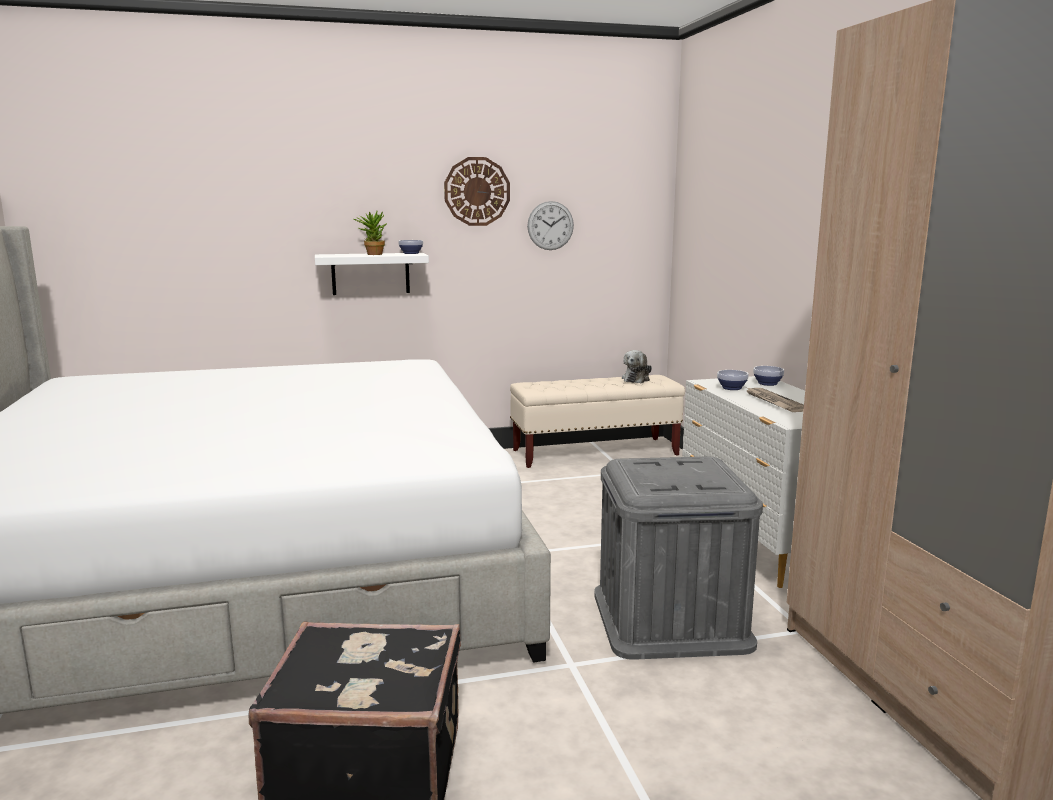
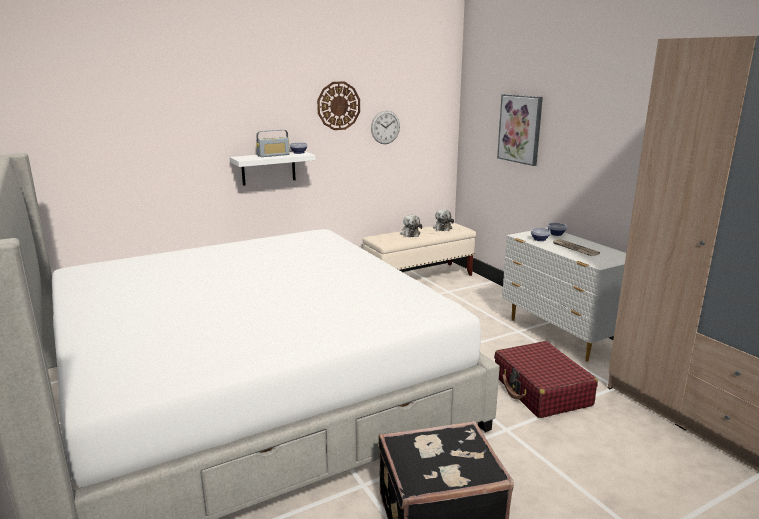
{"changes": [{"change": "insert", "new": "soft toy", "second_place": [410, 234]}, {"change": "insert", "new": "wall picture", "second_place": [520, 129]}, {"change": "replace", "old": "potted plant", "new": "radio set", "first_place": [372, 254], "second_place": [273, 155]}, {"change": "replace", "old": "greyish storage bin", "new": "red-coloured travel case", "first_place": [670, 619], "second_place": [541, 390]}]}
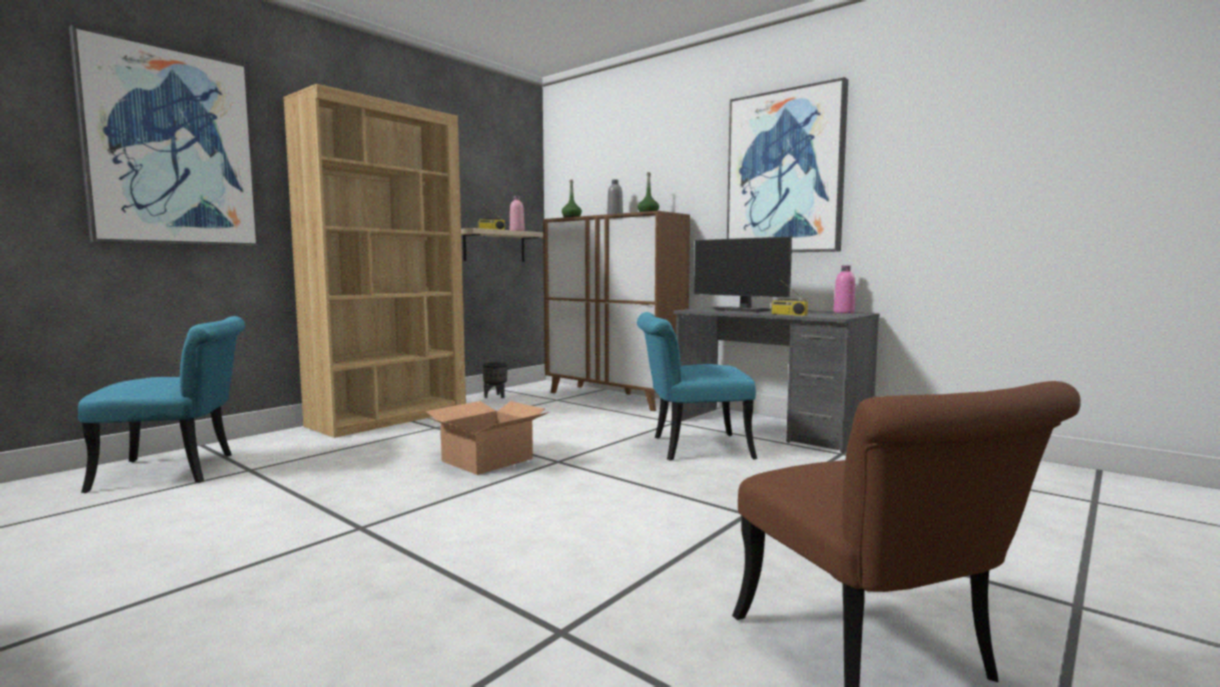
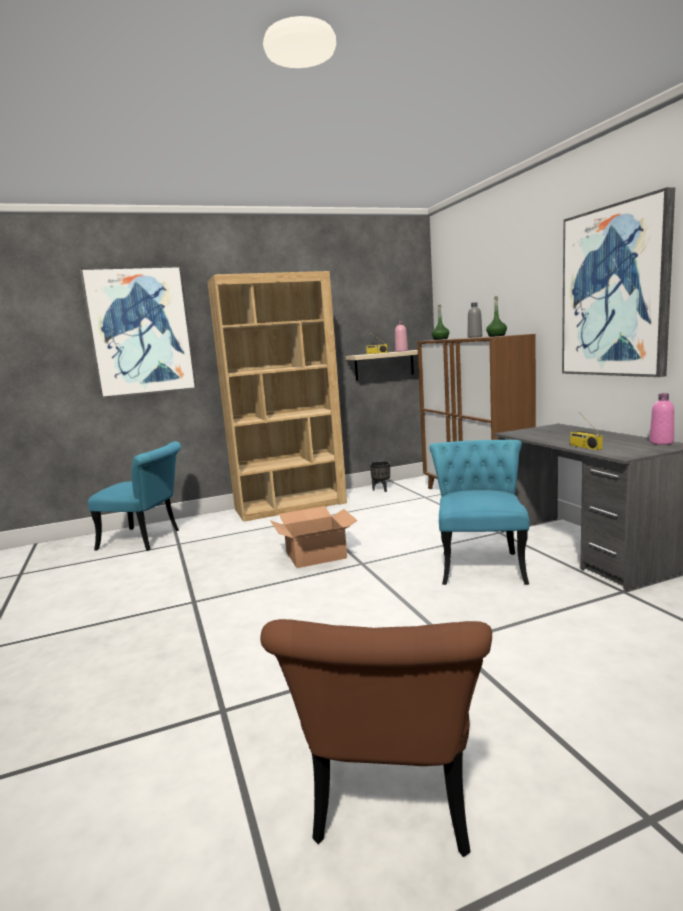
{"changes": [{"change": "delete", "old": "computer display", "first_place": [744, 310]}, {"change": "rotate", "old": "blue-green plain chair", "first_place": [689, 447], "second_place": [480, 563], "degrees": 75}]}
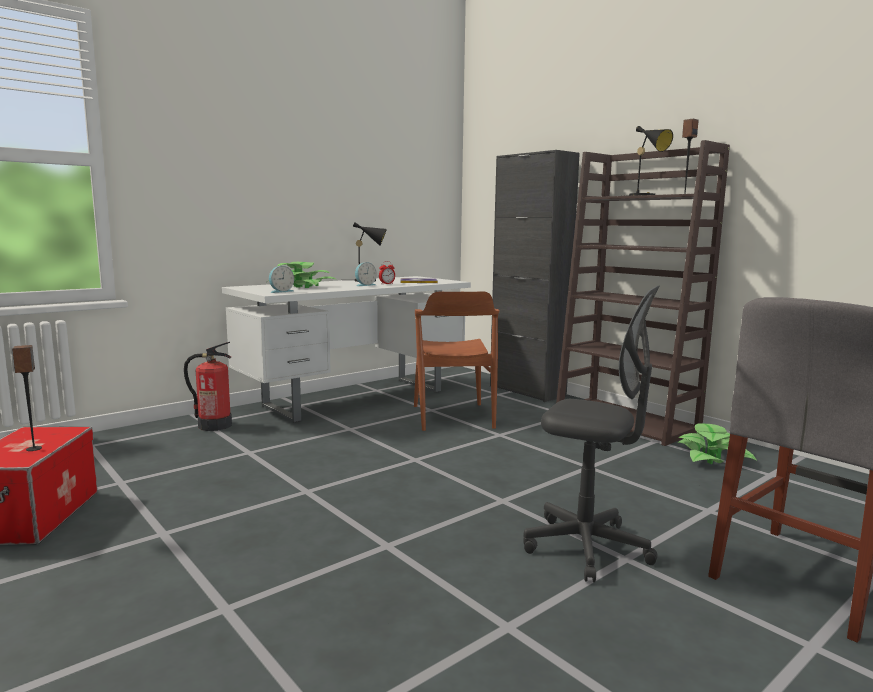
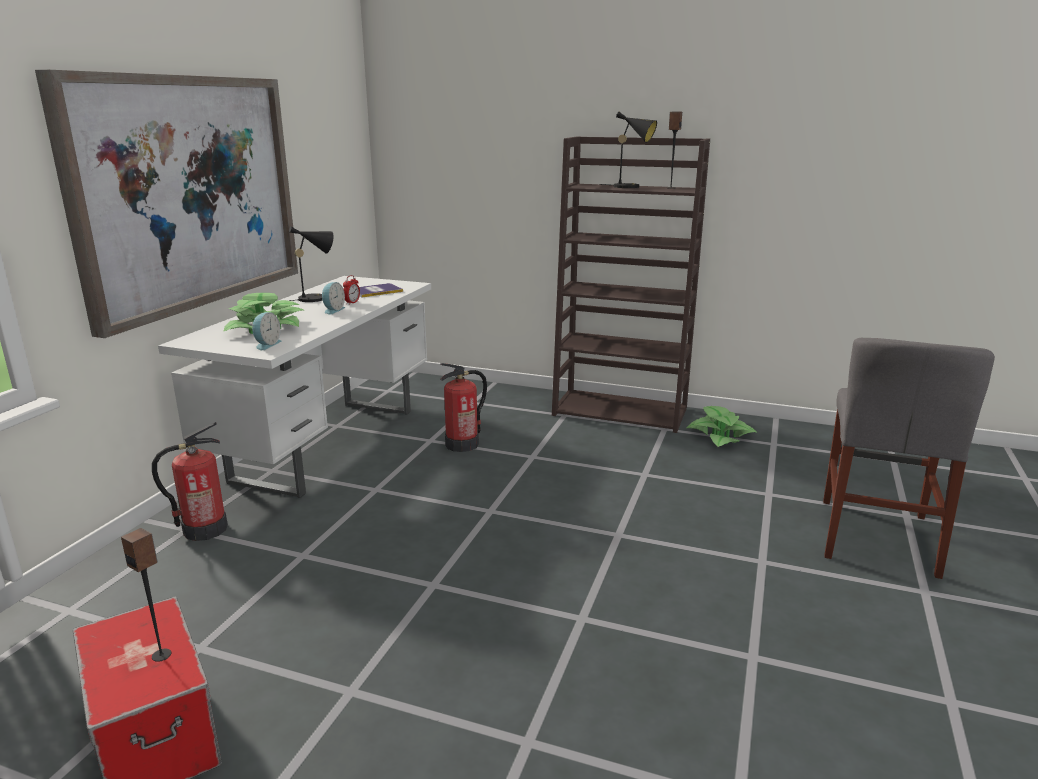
{"changes": [{"change": "delete", "old": "black-coloured cabinet", "first_place": [527, 391]}, {"change": "delete", "old": "greyish office chair", "first_place": [587, 547]}, {"change": "insert", "new": "wall picture", "second_place": [189, 193]}, {"change": "replace", "old": "brown-coloured plain chair", "new": "extinguisher", "first_place": [452, 416], "second_place": [462, 444]}]}
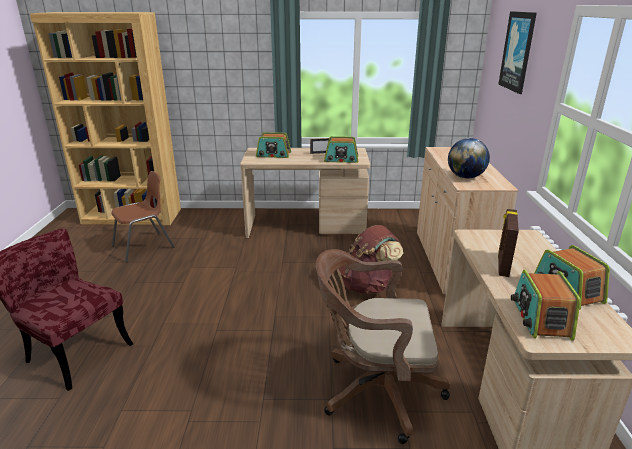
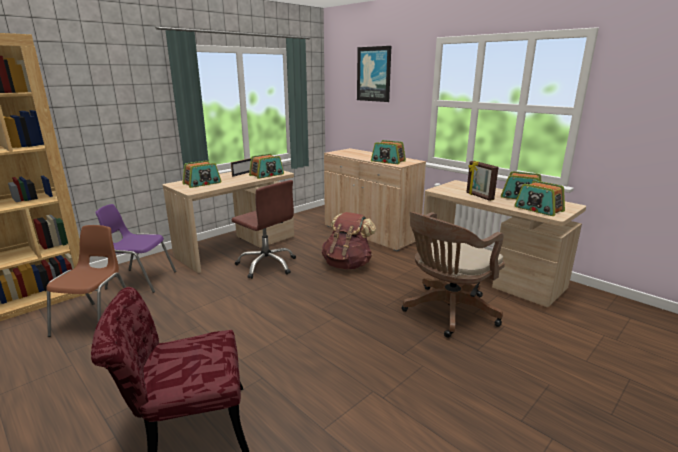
{"changes": [{"change": "insert", "new": "purple plain chair", "second_place": [140, 280]}, {"change": "insert", "new": "brown-coloured office chair", "second_place": [267, 265]}, {"change": "replace", "old": "desk globe", "new": "radio set", "first_place": [465, 177], "second_place": [388, 161]}]}
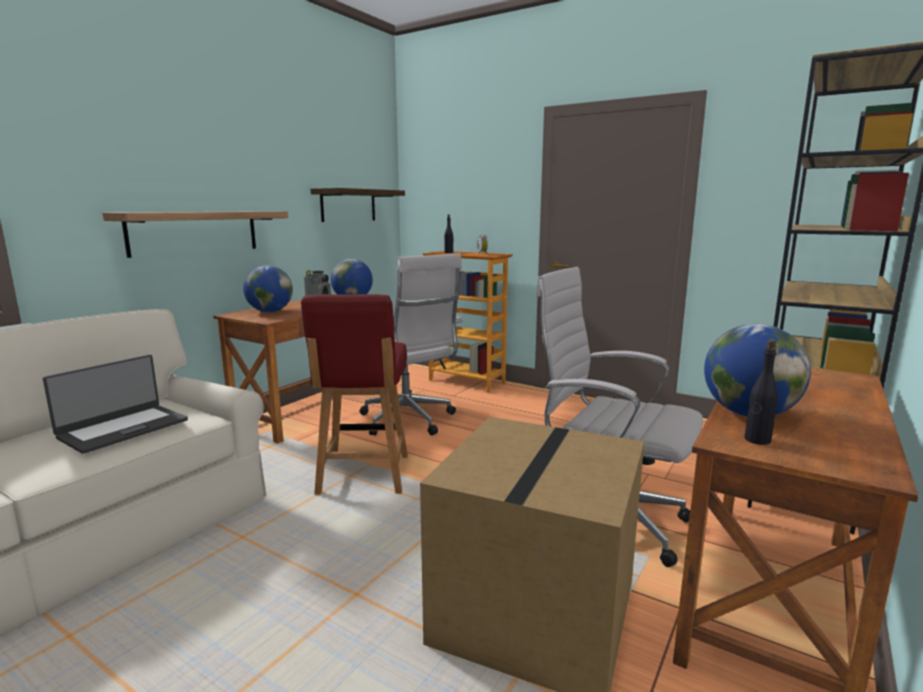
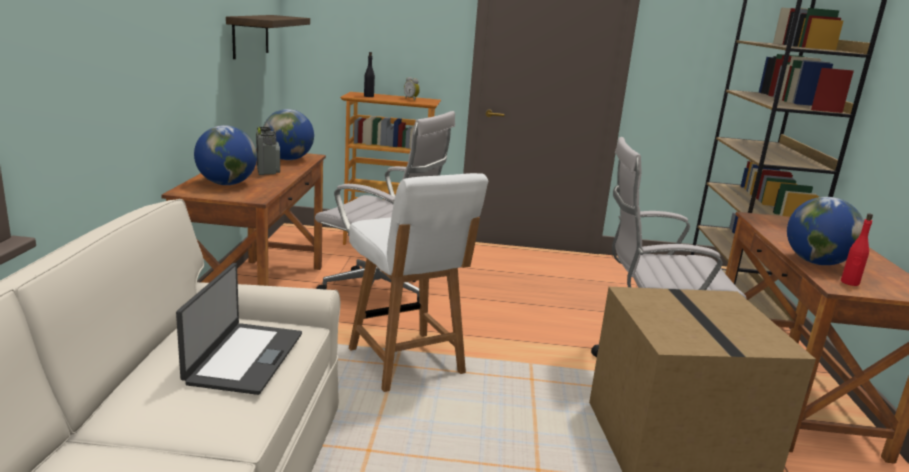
{"changes": [{"change": "delete", "old": "shelf", "first_place": [195, 232]}, {"change": "recolor", "old": "red-coloured plain chair", "new": "white-coloured plain chair", "first_place": [363, 475], "second_place": [407, 362]}, {"change": "recolor", "old": "black-coloured bottle", "new": "red-coloured bottle", "first_place": [757, 440], "second_place": [849, 282]}]}
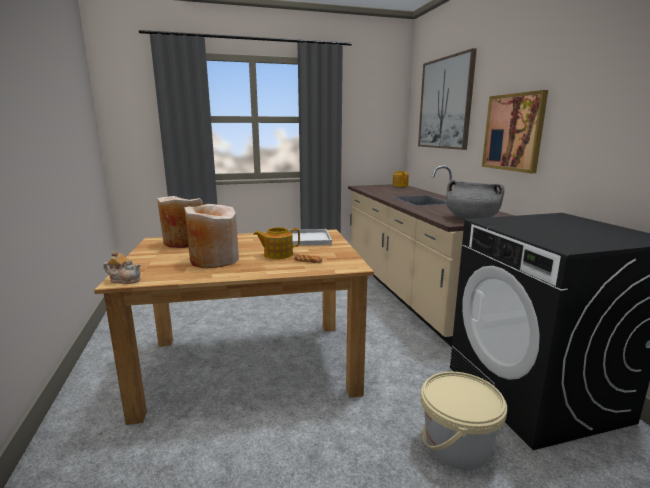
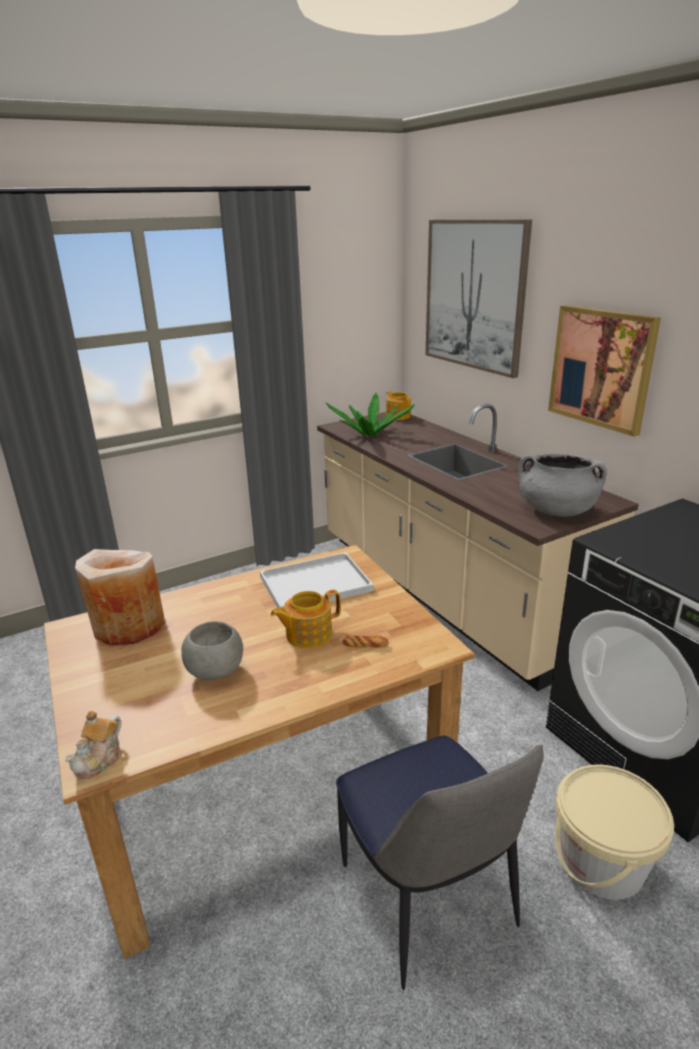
{"changes": [{"change": "insert", "new": "potted plant", "second_place": [370, 434]}, {"change": "insert", "new": "plain chair", "second_place": [428, 901]}, {"change": "replace", "old": "beige decorative vase", "new": "greyish serving bowl", "first_place": [214, 260], "second_place": [215, 670]}, {"change": "rotate", "old": "tea pot", "first_place": [125, 280], "second_place": [100, 759], "degrees": 120}]}
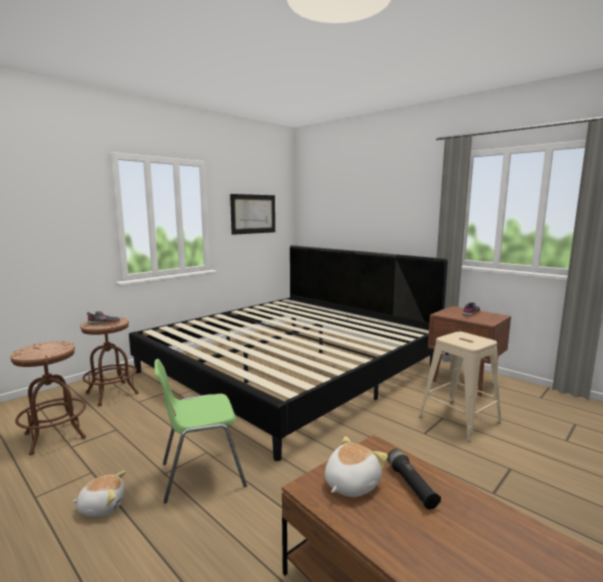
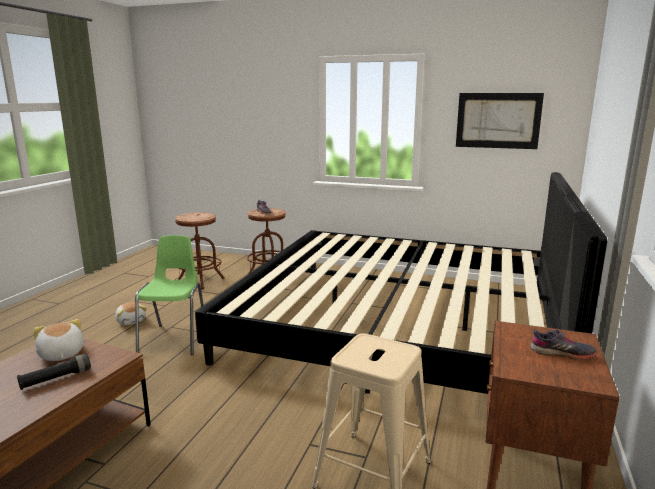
{"changes": [{"change": "rotate", "old": "green plain chair", "first_place": [201, 474], "second_place": [175, 339], "degrees": 45}, {"change": "rotate", "old": "soft toy", "first_place": [350, 484], "second_place": [61, 354], "degrees": -135}]}
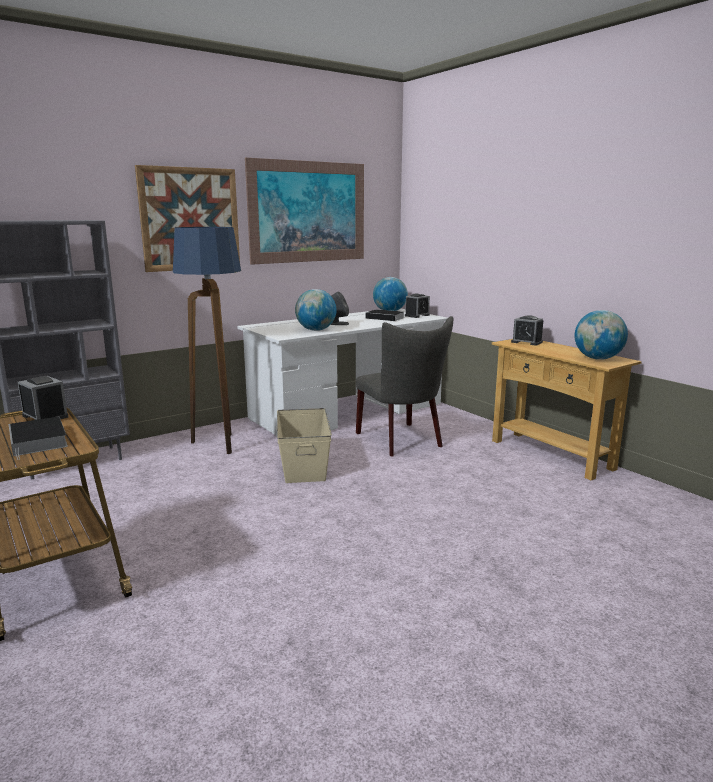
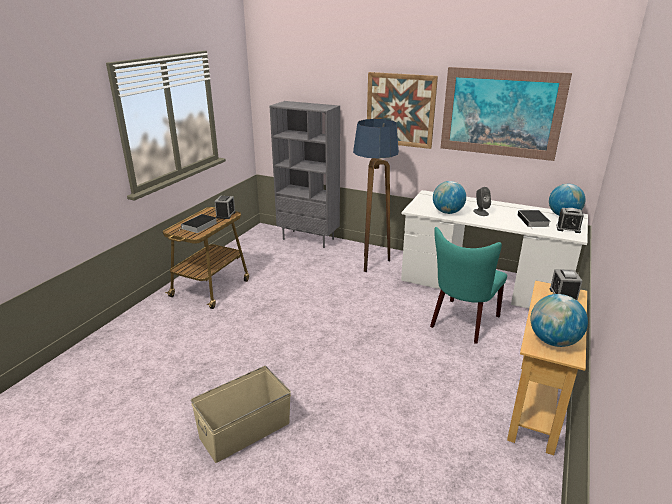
{"changes": [{"change": "move", "old": "beige storage bin", "first_place": [303, 464], "second_place": [244, 430]}, {"change": "recolor", "old": "greyish plain chair", "new": "blue-green plain chair", "first_place": [402, 441], "second_place": [462, 323]}]}
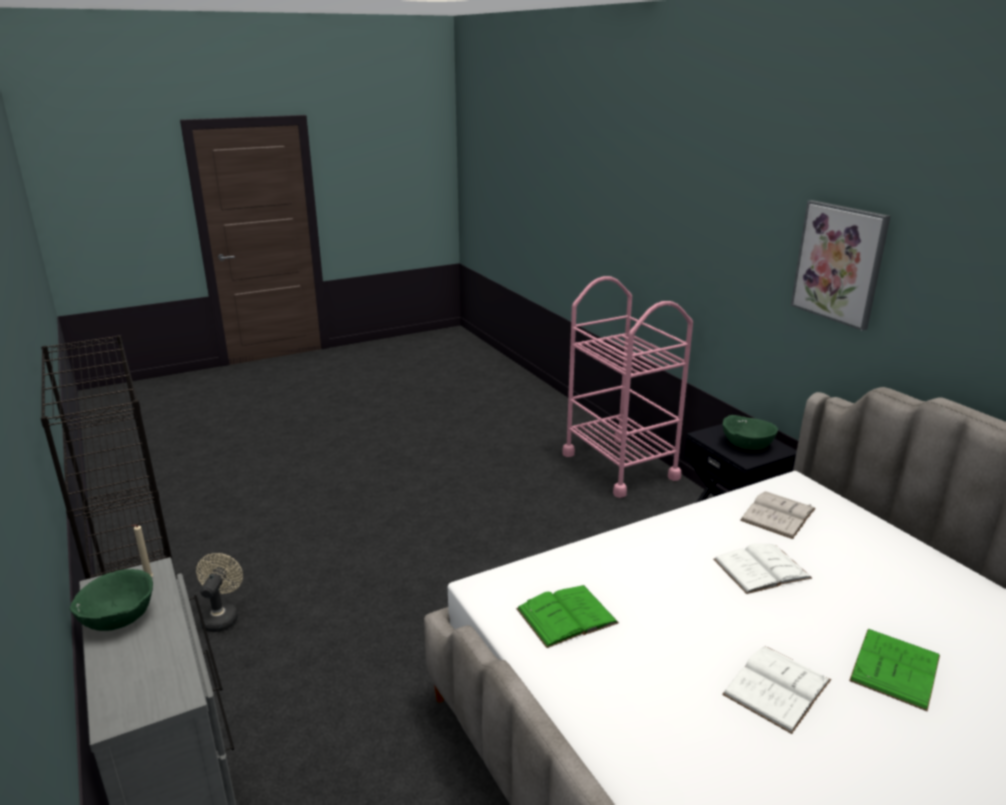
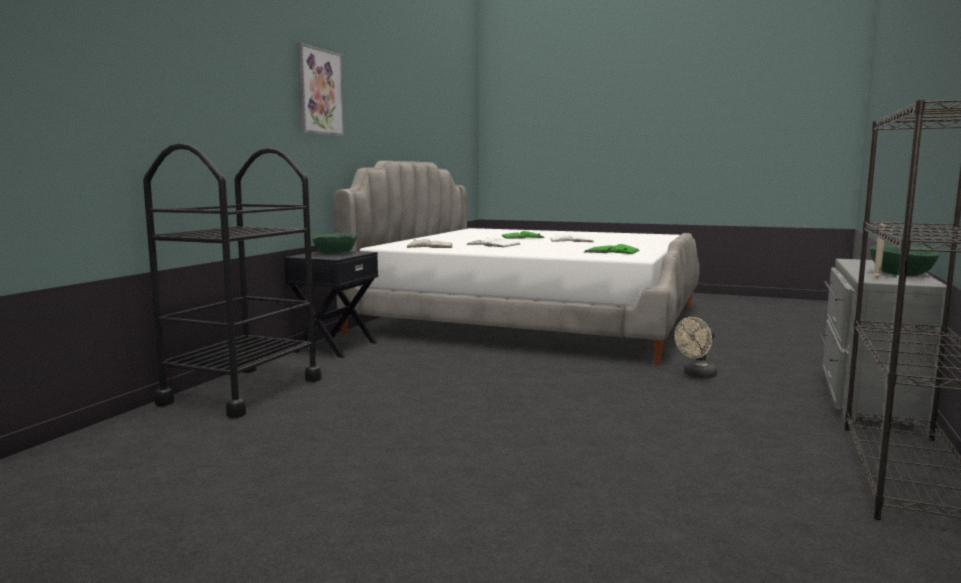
{"changes": [{"change": "move", "old": "beige fan", "first_place": [222, 616], "second_place": [697, 375]}, {"change": "recolor", "old": "pink-coloured wheeled cart", "new": "black-coloured wheeled cart", "first_place": [620, 466], "second_place": [242, 391]}]}
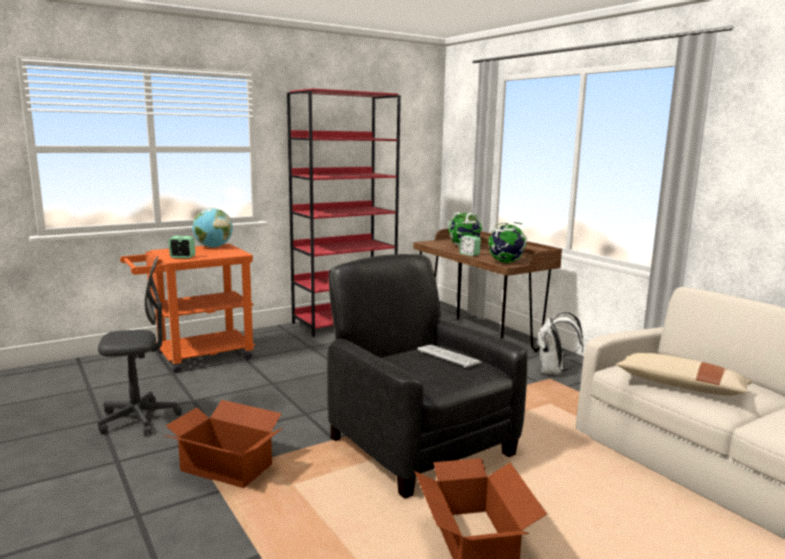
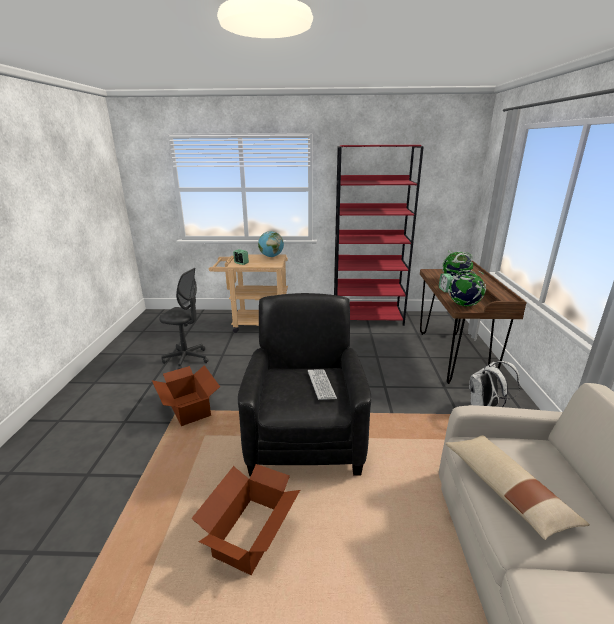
{"changes": [{"change": "recolor", "old": "orange-coloured wheeled cart", "new": "beige wheeled cart", "first_place": [195, 357], "second_place": [255, 324]}]}
